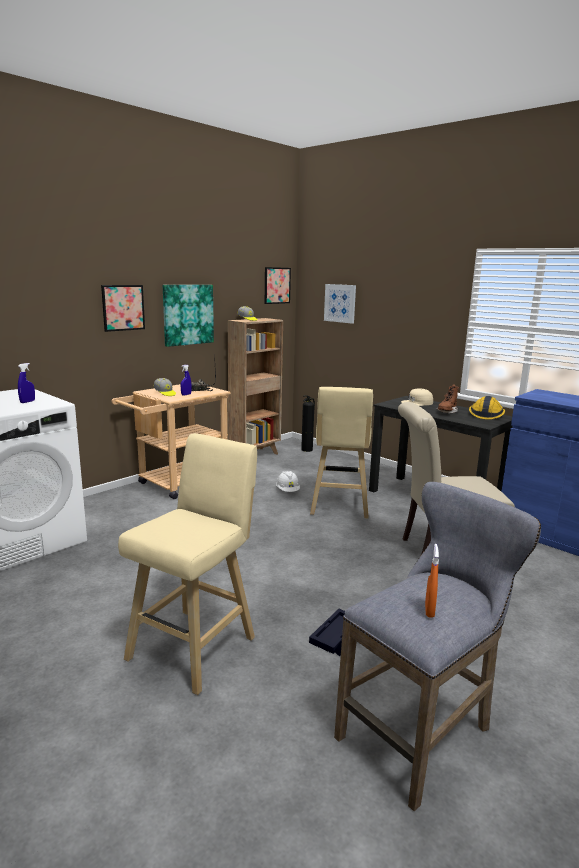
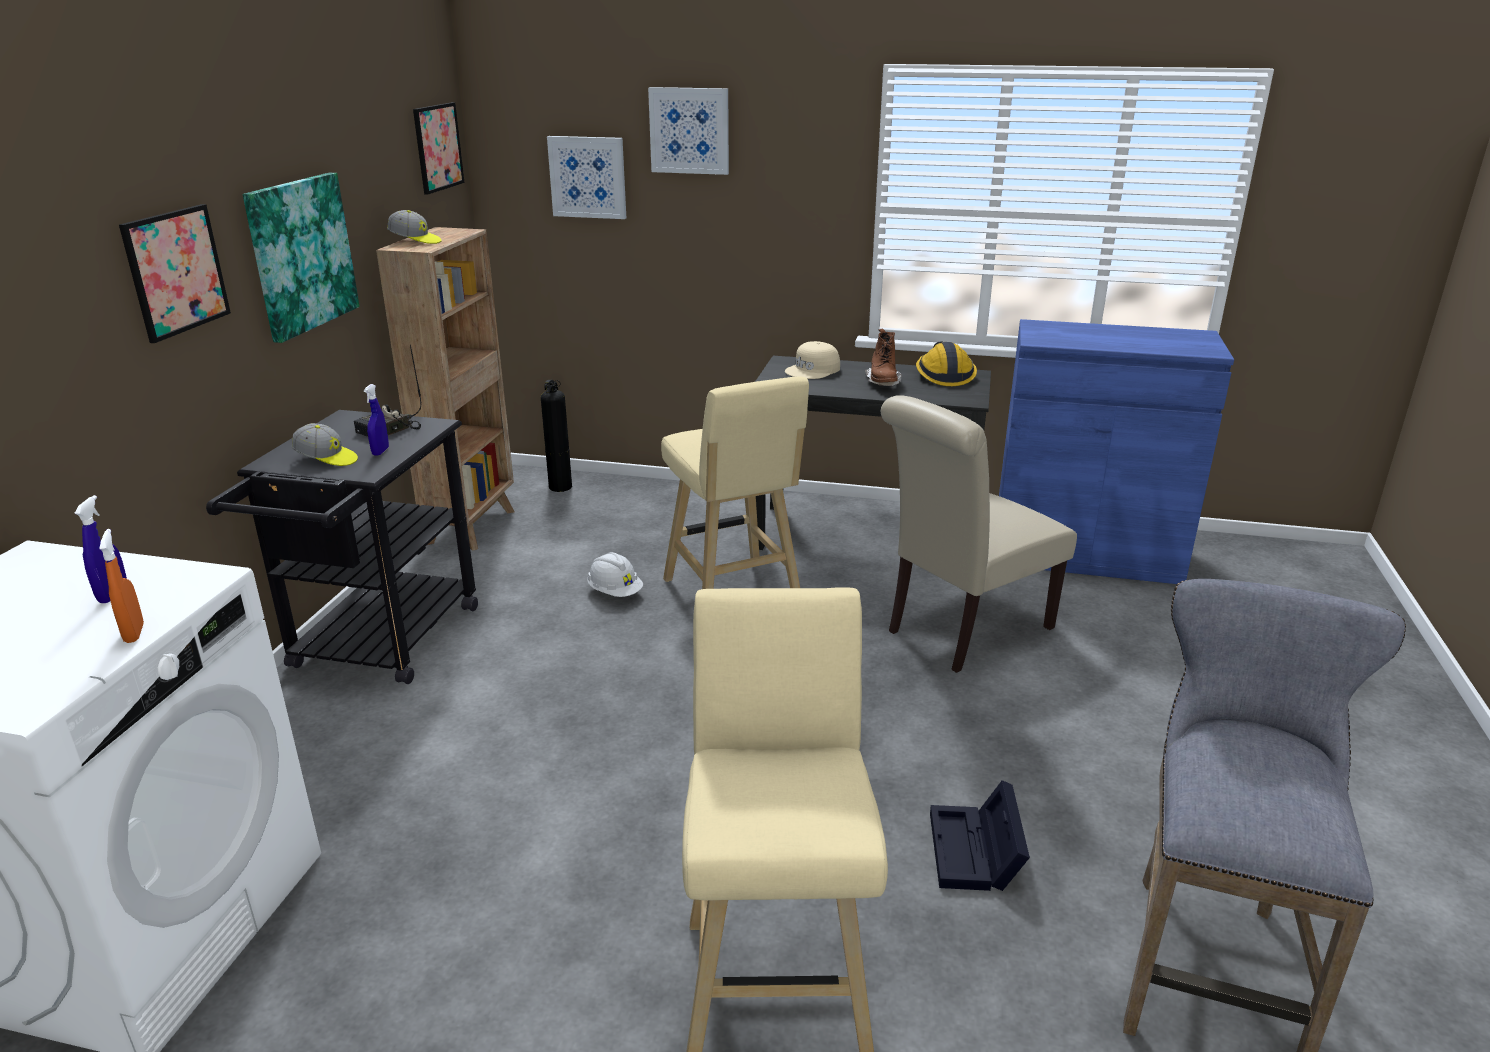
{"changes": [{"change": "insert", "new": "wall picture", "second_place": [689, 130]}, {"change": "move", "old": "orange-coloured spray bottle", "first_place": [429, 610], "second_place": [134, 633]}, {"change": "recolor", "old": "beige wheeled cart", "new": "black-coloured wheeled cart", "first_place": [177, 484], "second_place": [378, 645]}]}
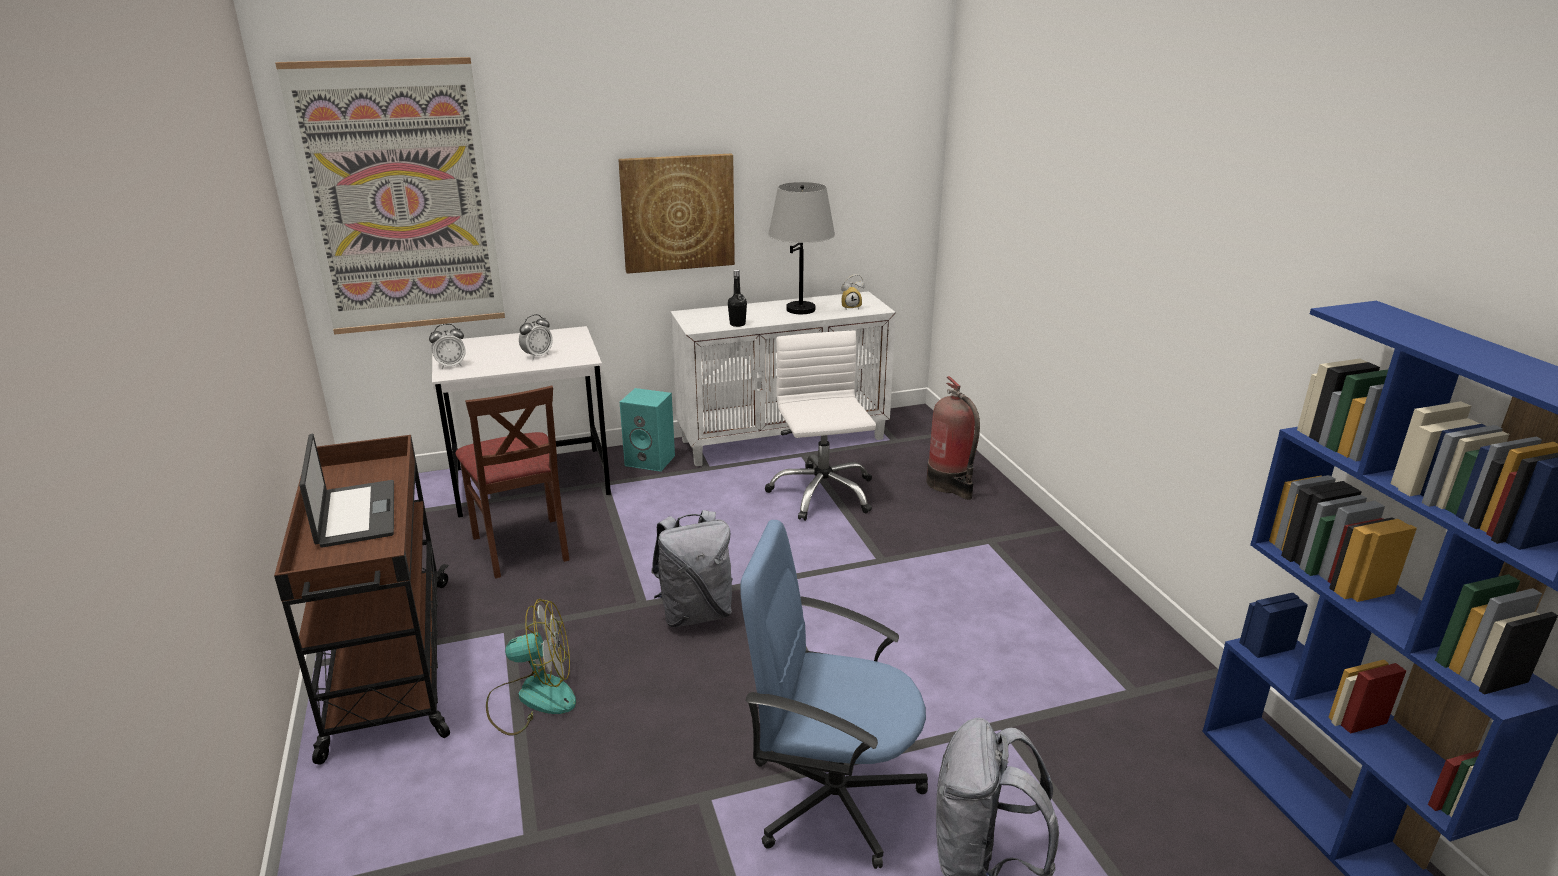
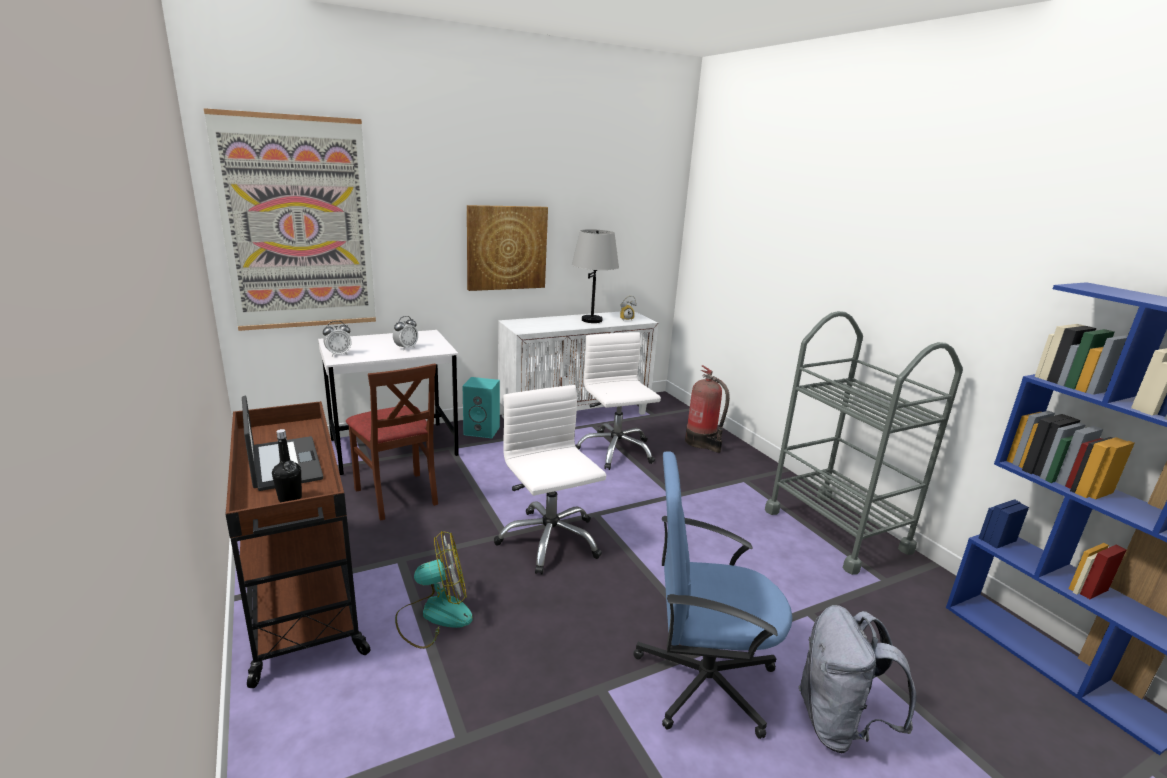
{"changes": [{"change": "insert", "new": "greyish wheeled cart", "second_place": [836, 530]}, {"change": "move", "old": "black-coloured bottle", "first_place": [737, 324], "second_place": [290, 498]}, {"change": "replace", "old": "greyish backpack", "new": "white-coloured office chair", "first_place": [695, 613], "second_place": [549, 540]}]}
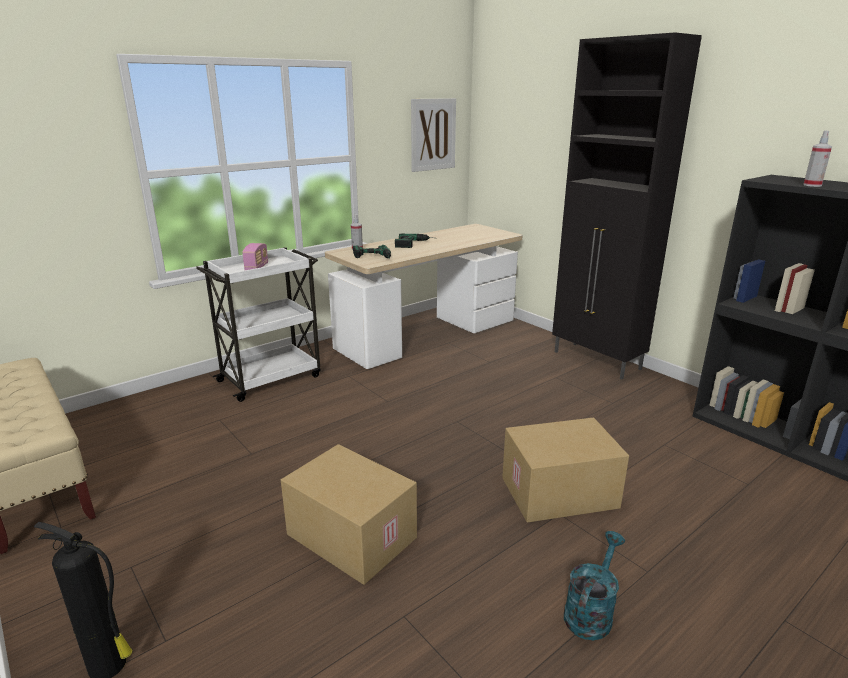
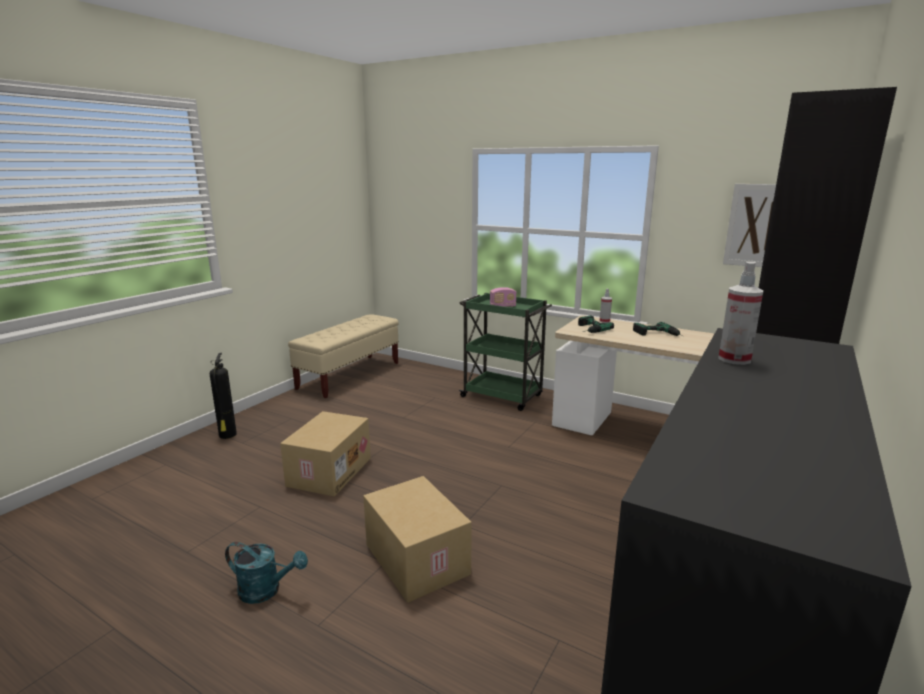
{"changes": [{"change": "recolor", "old": "white-coloured wheeled cart", "new": "green wheeled cart", "first_place": [271, 378], "second_place": [503, 396]}]}
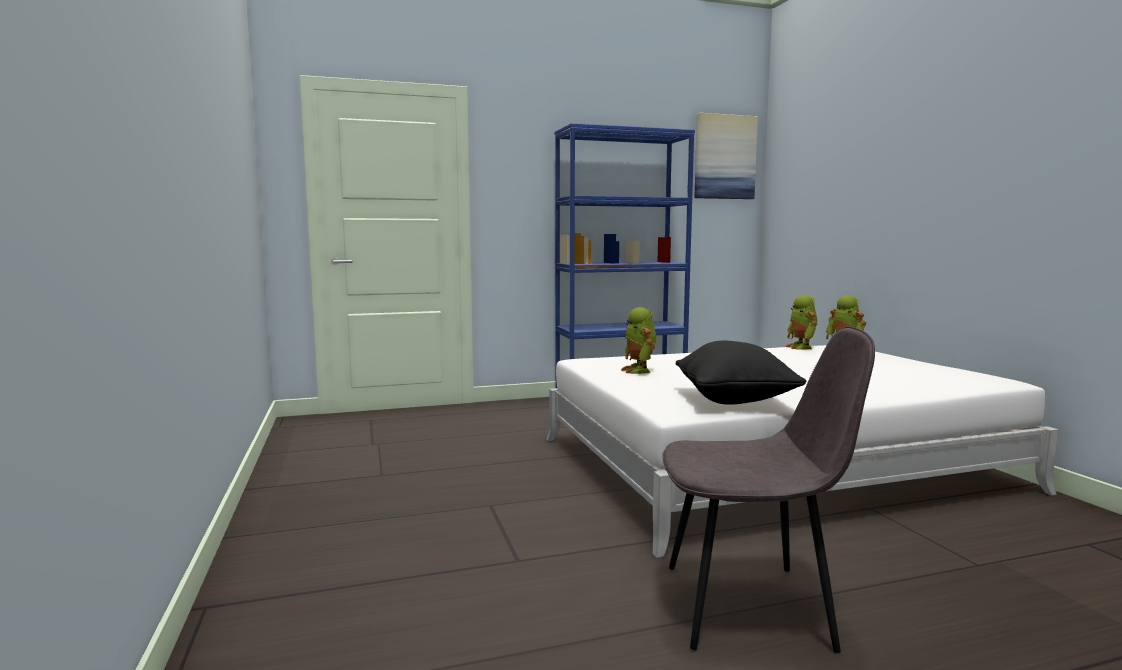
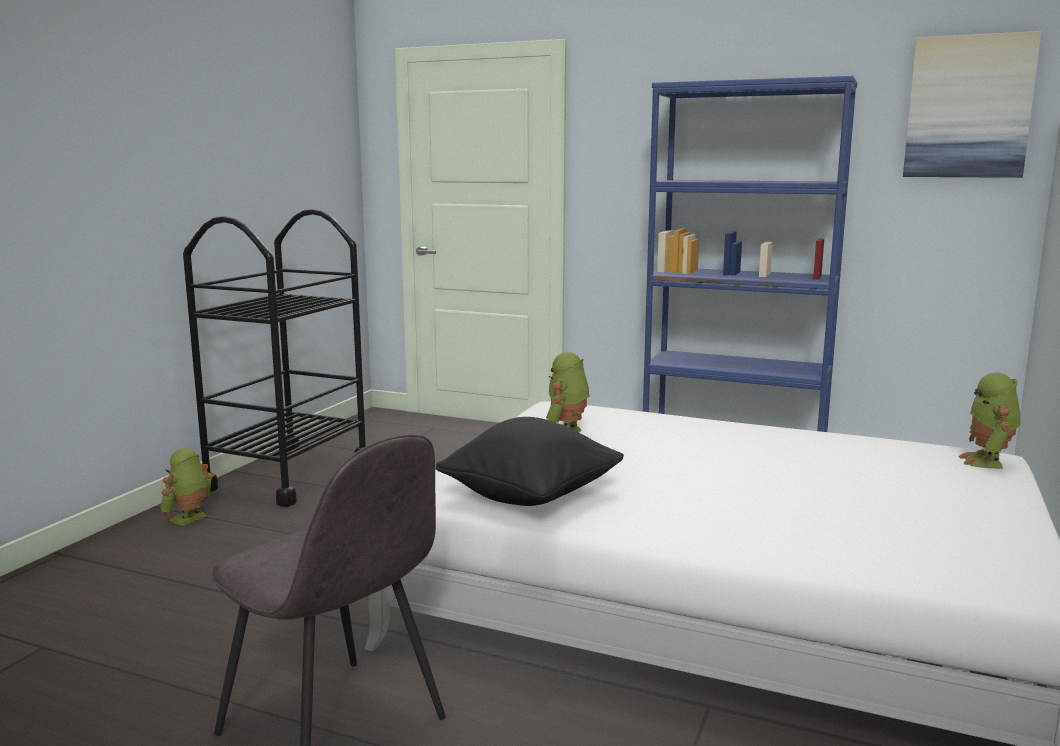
{"changes": [{"change": "insert", "new": "black-coloured wheeled cart", "second_place": [288, 475]}, {"change": "move", "old": "toy robot", "first_place": [801, 347], "second_place": [190, 519]}]}
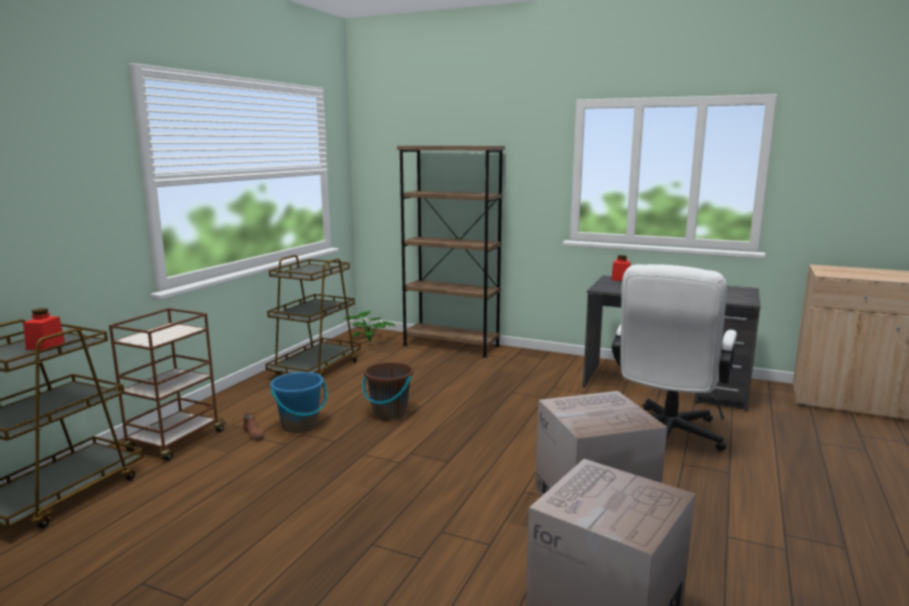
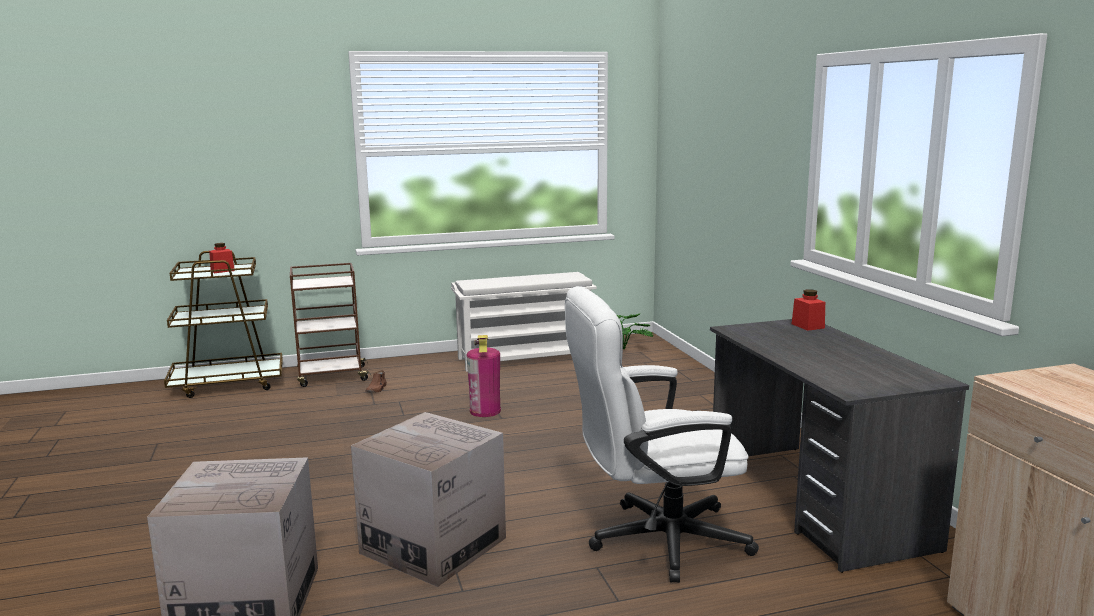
{"changes": [{"change": "delete", "old": "bluish pail", "first_place": [300, 425]}, {"change": "delete", "old": "brown-coloured bookshelf", "first_place": [451, 345]}, {"change": "replace", "old": "brown-coloured wheeled cart", "new": "white-coloured shoe rack", "first_place": [316, 368], "second_place": [525, 358]}, {"change": "replace", "old": "brown-coloured pail", "new": "extinguisher", "first_place": [389, 413], "second_place": [485, 411]}]}
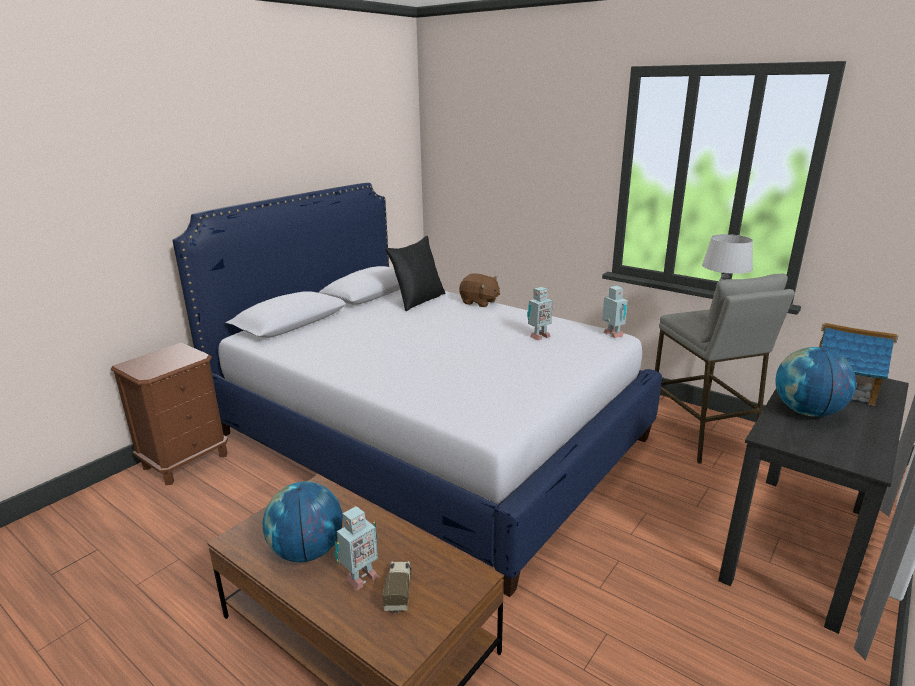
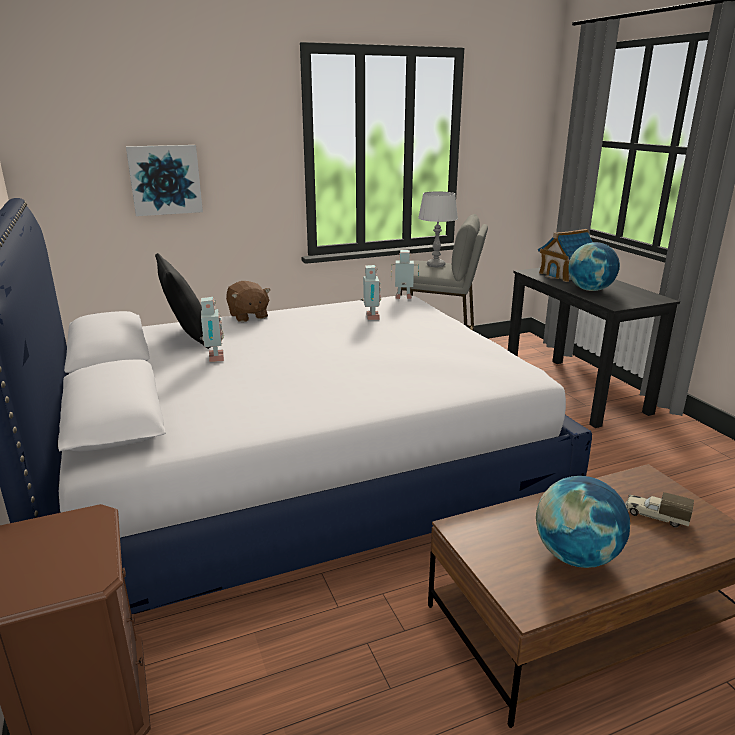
{"changes": [{"change": "insert", "new": "wall picture", "second_place": [165, 180]}, {"change": "move", "old": "toy robot", "first_place": [360, 578], "second_place": [214, 358]}, {"change": "rotate", "old": "brown-coloured soft toy", "first_place": [479, 302], "second_place": [248, 316], "degrees": 90}]}
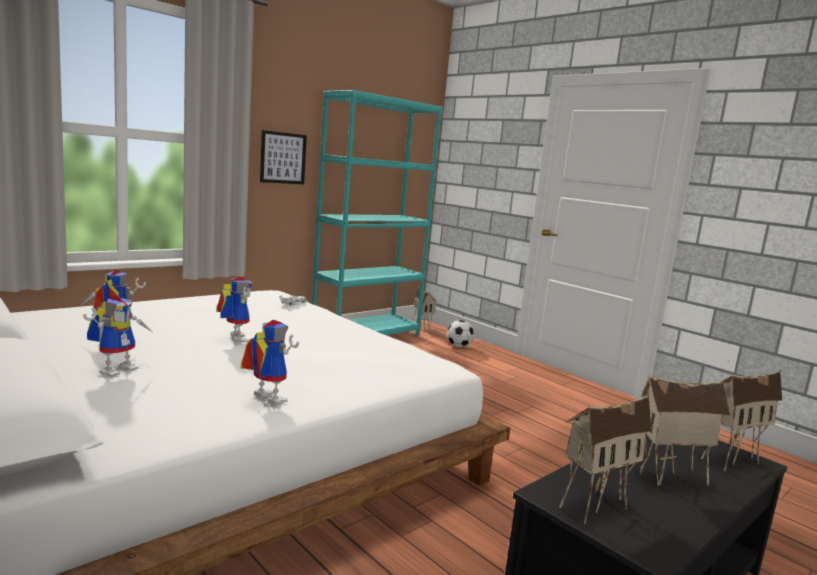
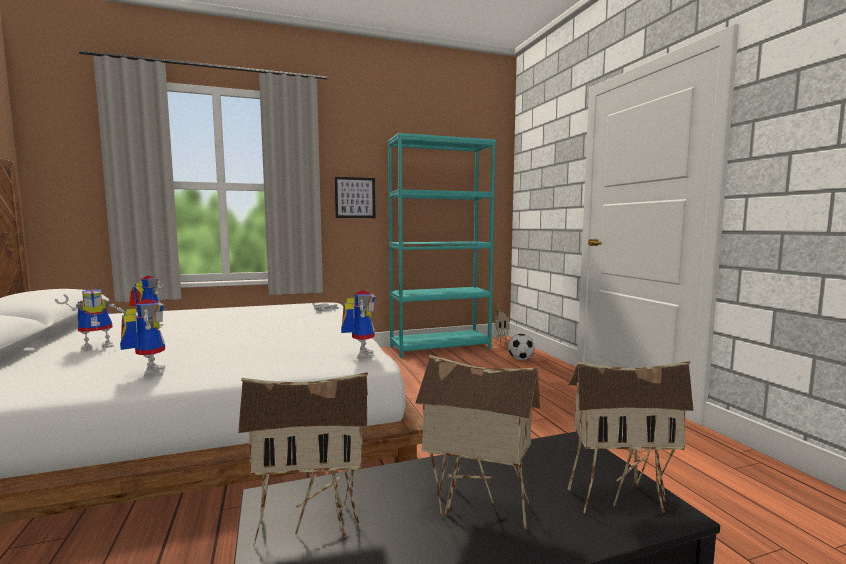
{"changes": [{"change": "move", "old": "toy robot", "first_place": [233, 338], "second_place": [360, 355]}]}
